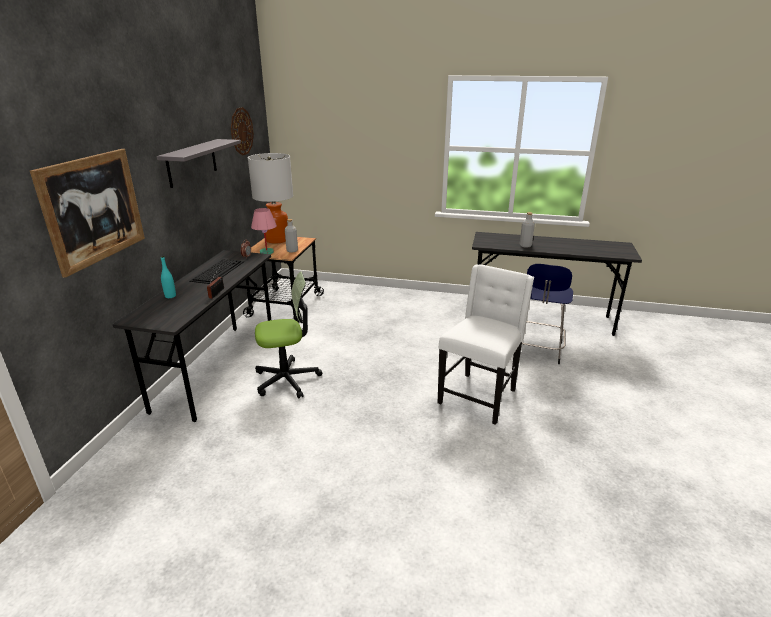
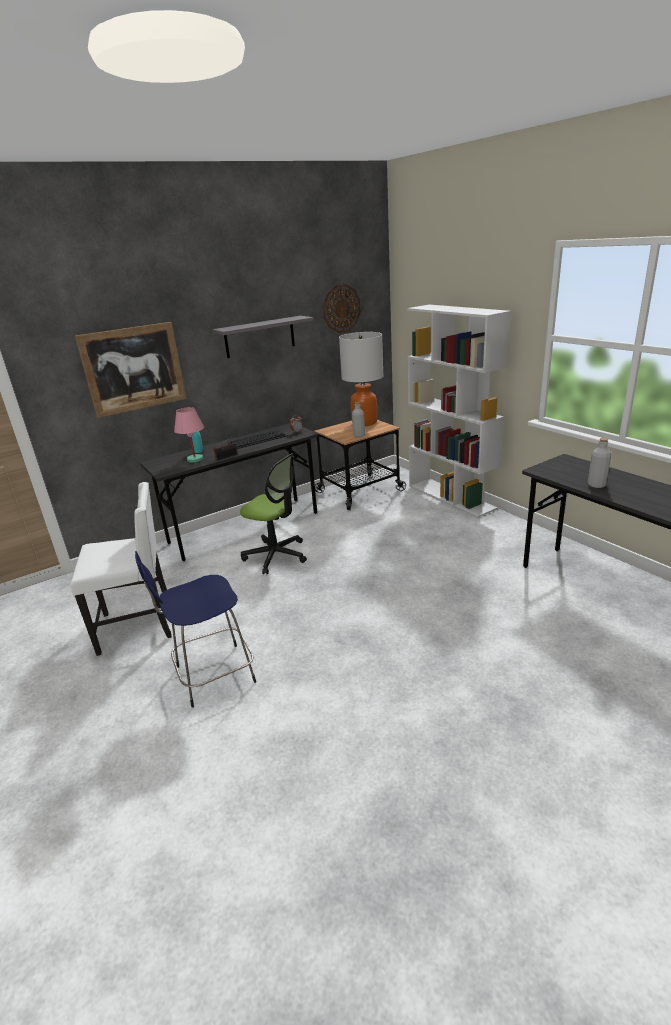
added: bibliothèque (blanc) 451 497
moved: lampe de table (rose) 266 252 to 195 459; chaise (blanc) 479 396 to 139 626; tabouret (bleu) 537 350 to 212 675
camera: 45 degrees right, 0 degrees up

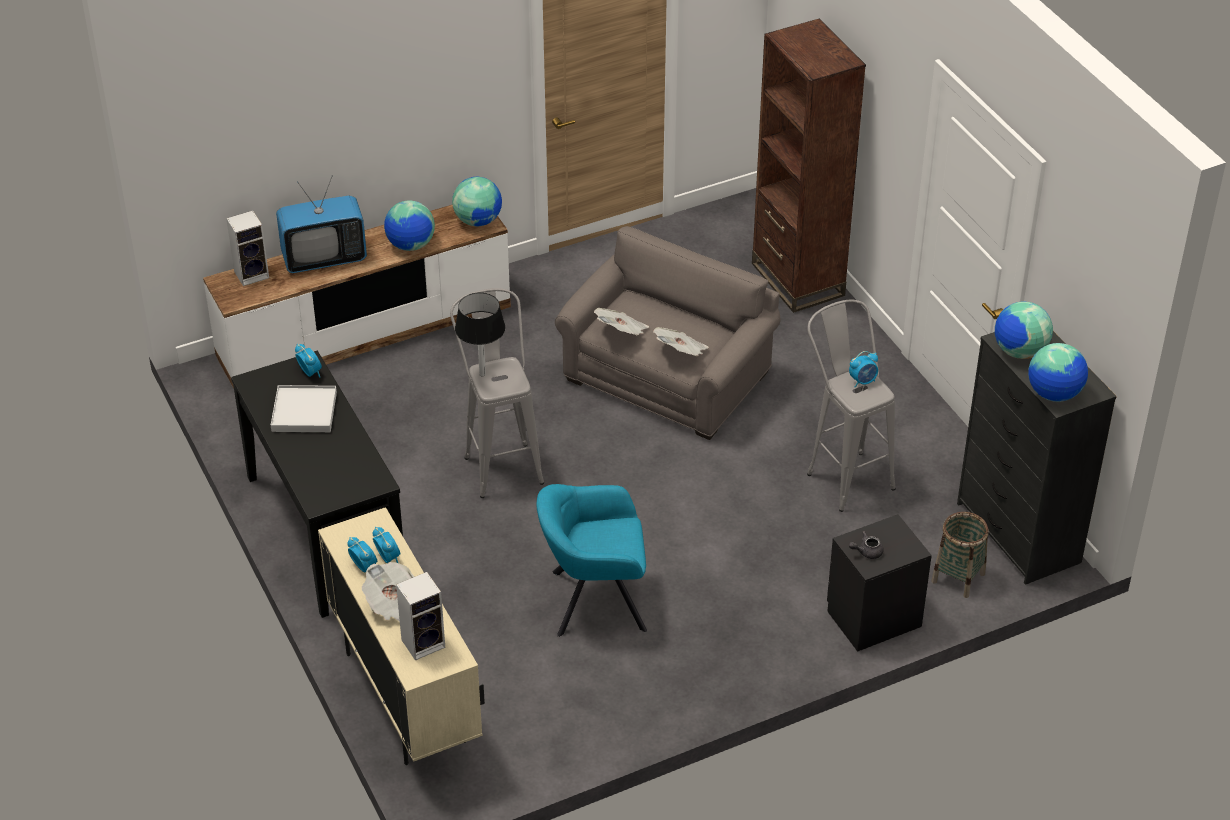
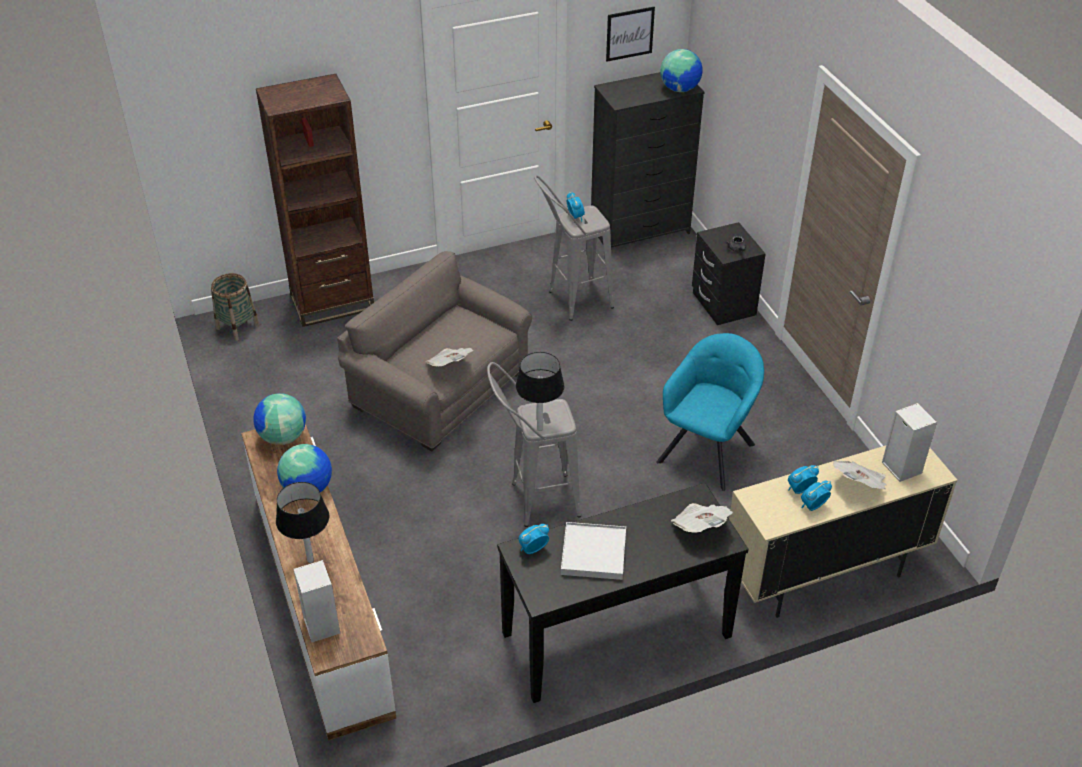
removed: globe 1019 351
added: tableau 629 33
moved: journal 681 352 to 699 526; panier 958 577 to 237 327
replaced: téléviseur 324 258 to lampe de table (noir) 310 560
turned: fauteuil (turquoise) 593 601 = 707 450 150 degrees counterclockwise
camera: 85 degrees left, 0 degrees up

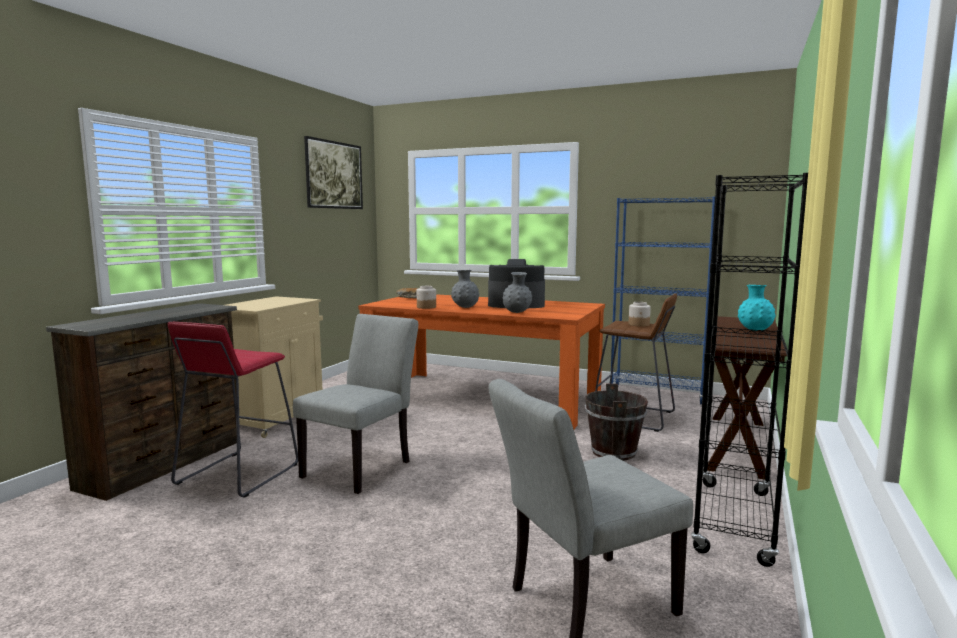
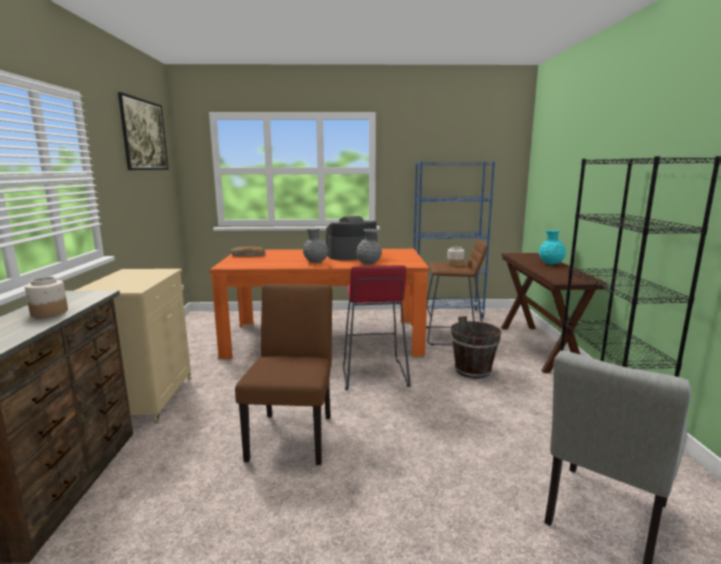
moved: tabouret (rouge) 237 474 to 373 375; bocal 426 307 to 49 312
recoloured: chaise (gris) 362 466 to chaise (marron) 293 432
camera: 25 degrees left, 5 degrees up

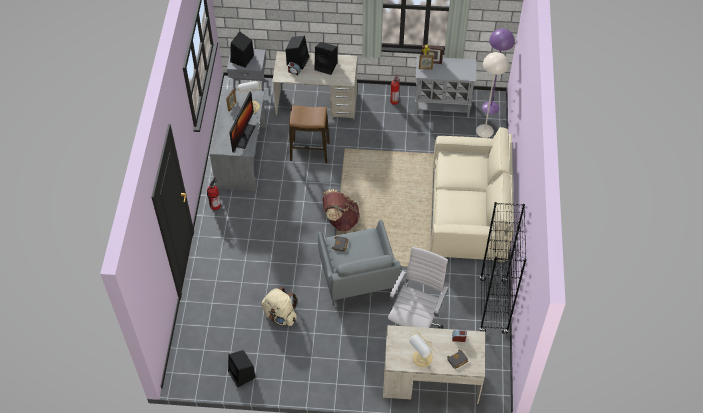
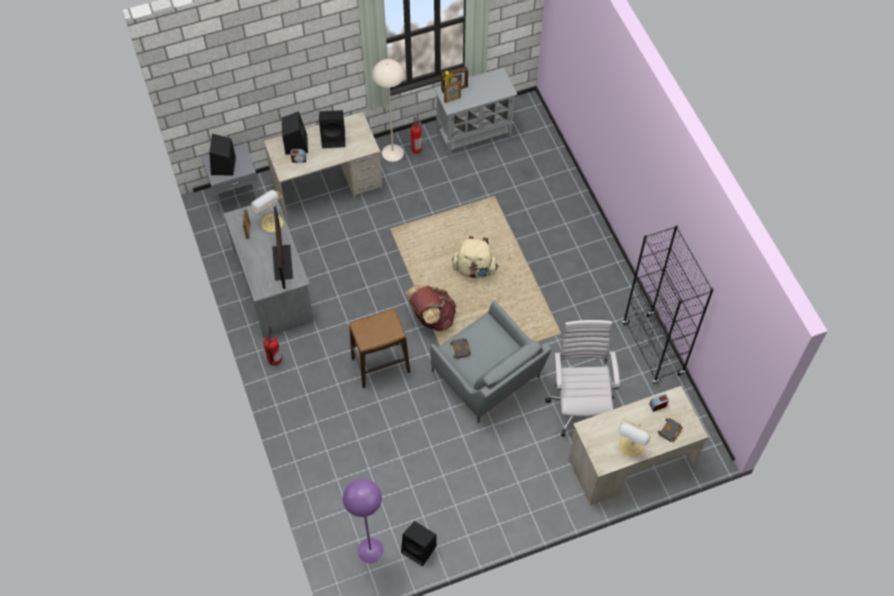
removed: canapé (beige) 469 211
moved: sac à dos (beige) 280 315 to 474 269; tabouret 309 151 to 380 365; lampadaire (beige) 484 131 to 393 153; lampadaire (violet) 490 107 to 370 550
camera: 25 degrees left, 5 degrees up

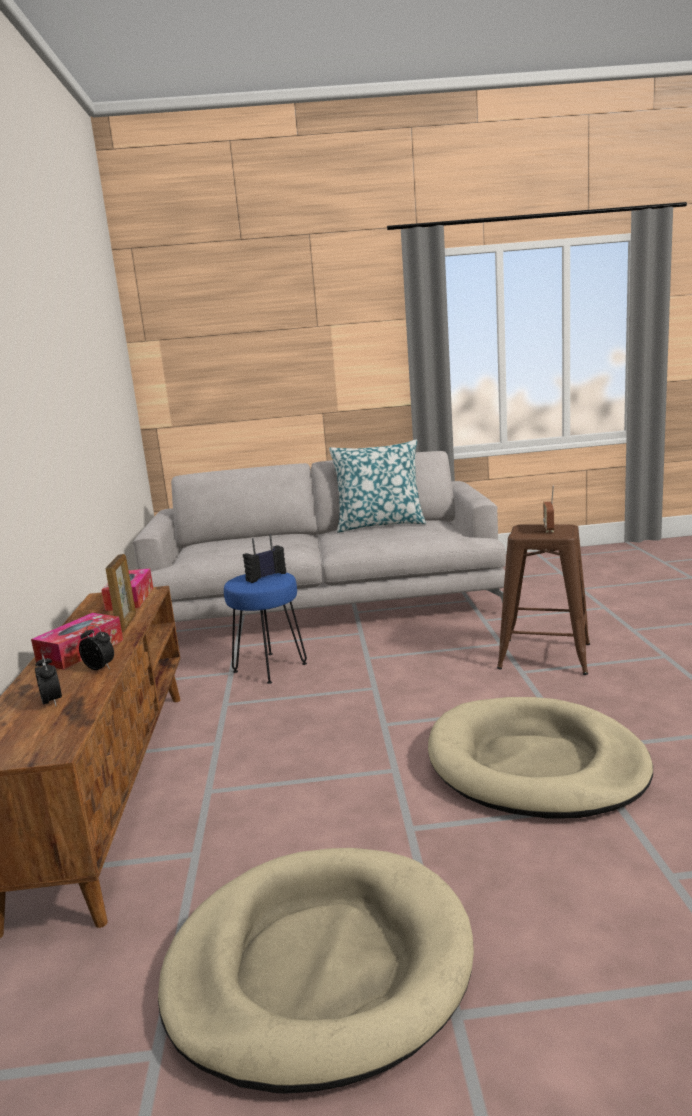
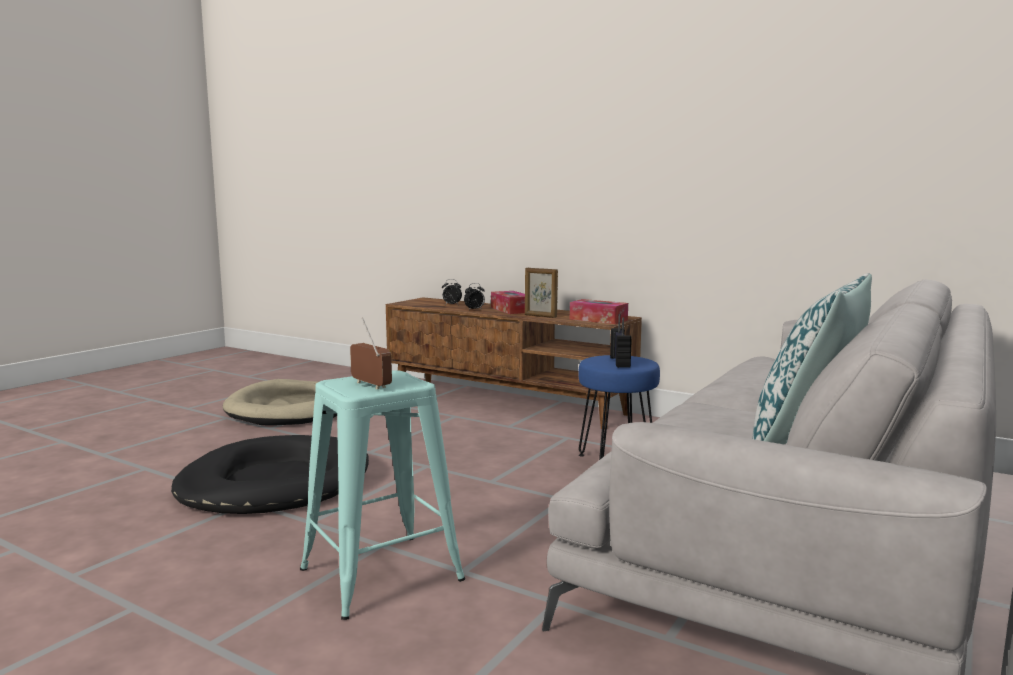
recoloured: panier pour chien (beige) 535 764 to panier pour chien (noir) 274 483; tabouret (marron) 544 656 to tabouret (turquoise) 381 574
camera: 125 degrees right, 5 degrees down

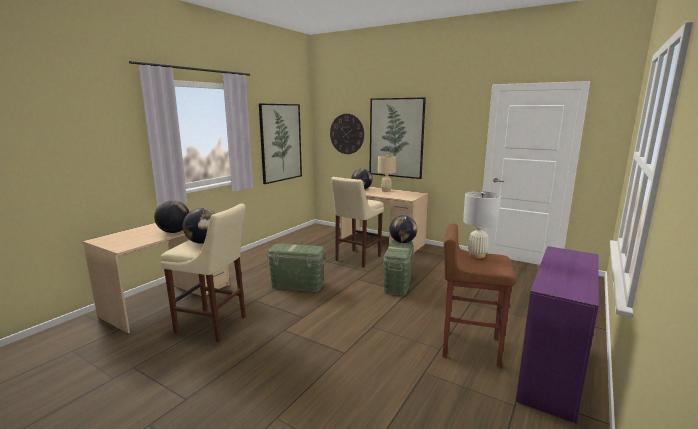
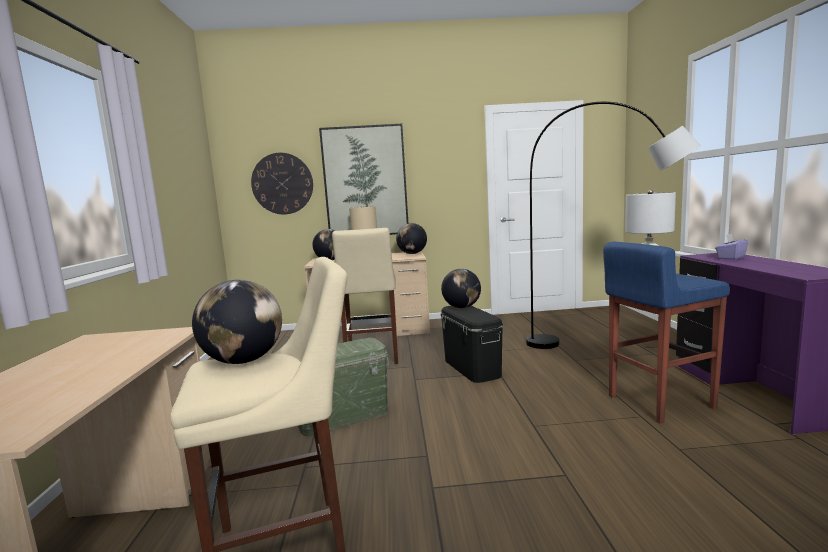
removed: tableau 281 142
added: lampadaire (gris) 608 346; boîte à mouchoirs (violet) 730 258
moved: globe 174 232 to 412 253
recoloured: boîte de rangement (vert) 398 284 to boîte de rangement (noir) 472 368; tabouret (marron) 469 347 to tabouret (bleu) 658 401
camera: 35 degrees left, 5 degrees down

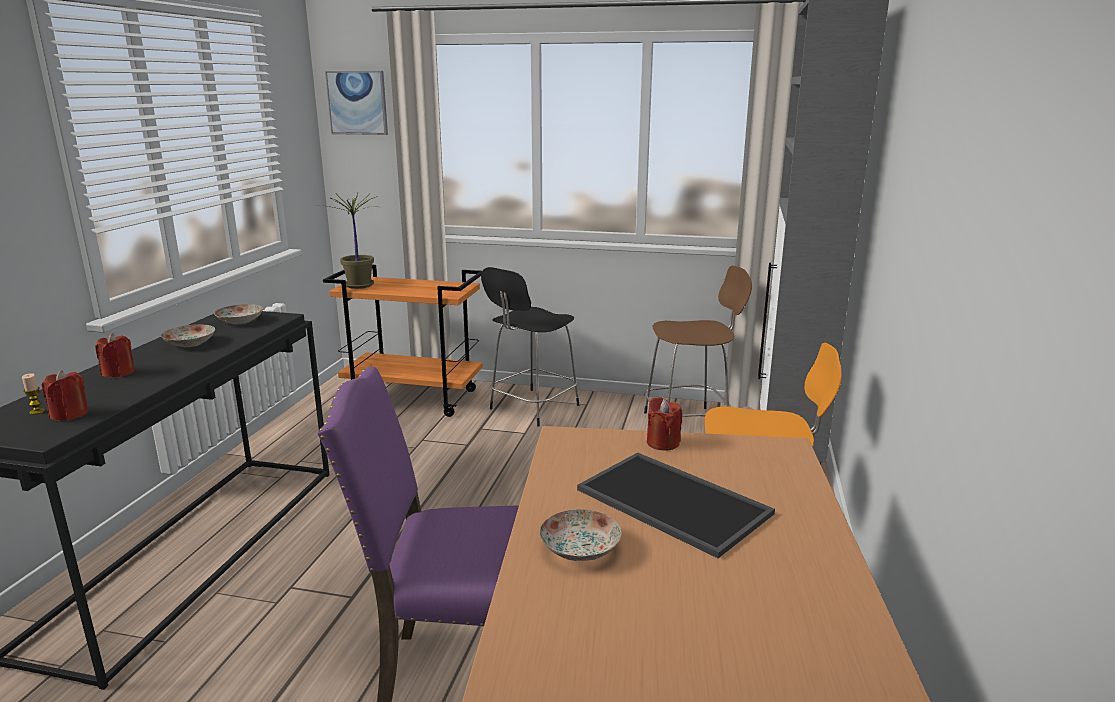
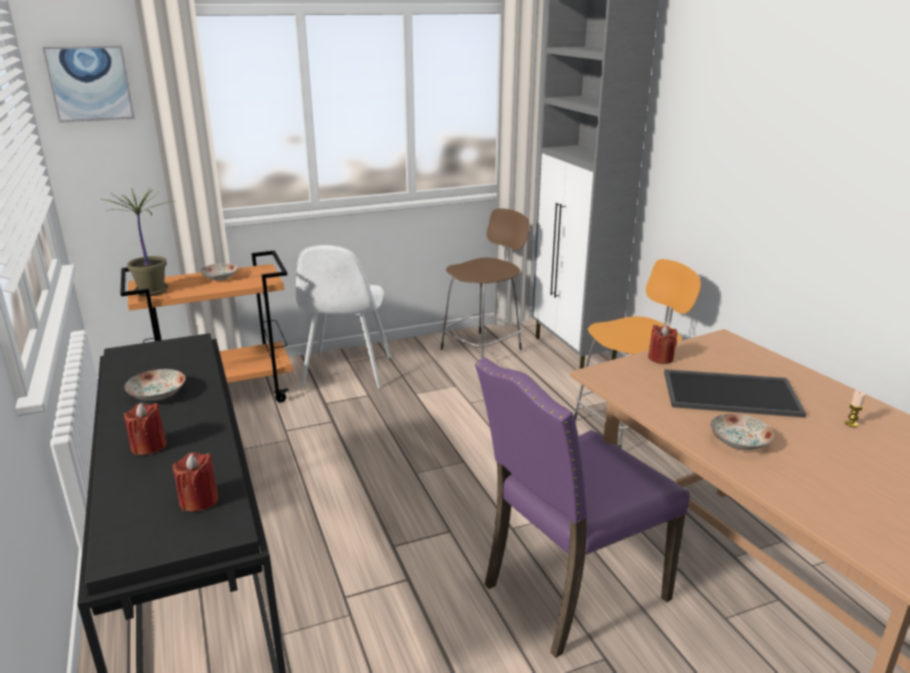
moved: bougie 37 412 to 851 424; assiette 240 321 to 220 277
replaced: tabouret (noir) 532 408 to chaise (blanc) 347 372
camera: 35 degrees left, 5 degrees up

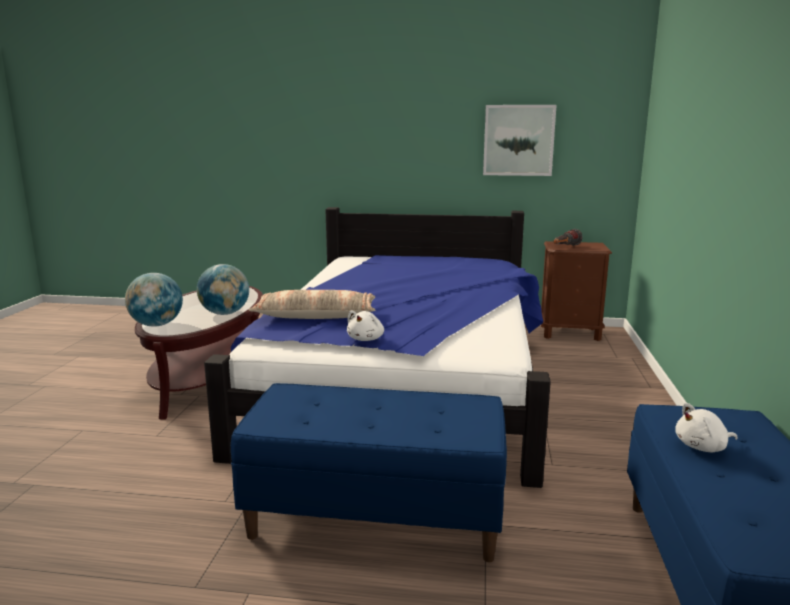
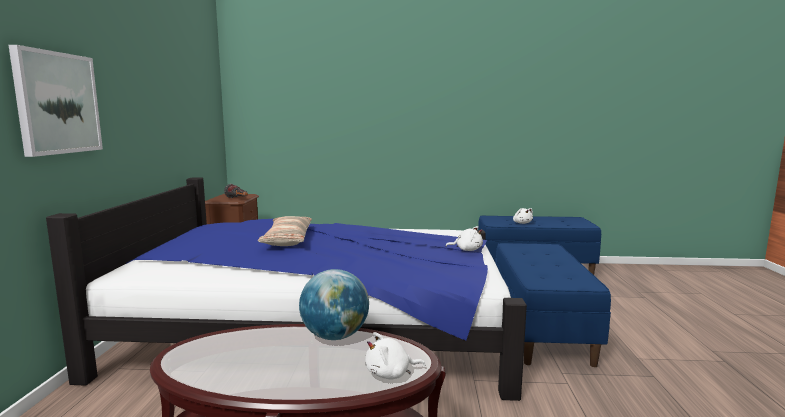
moved: coussin 315 316 to 287 240; tableau 518 140 to 57 103
replaced: globe 156 325 to peluche (blanc) 391 374
camera: 95 degrees left, 5 degrees down

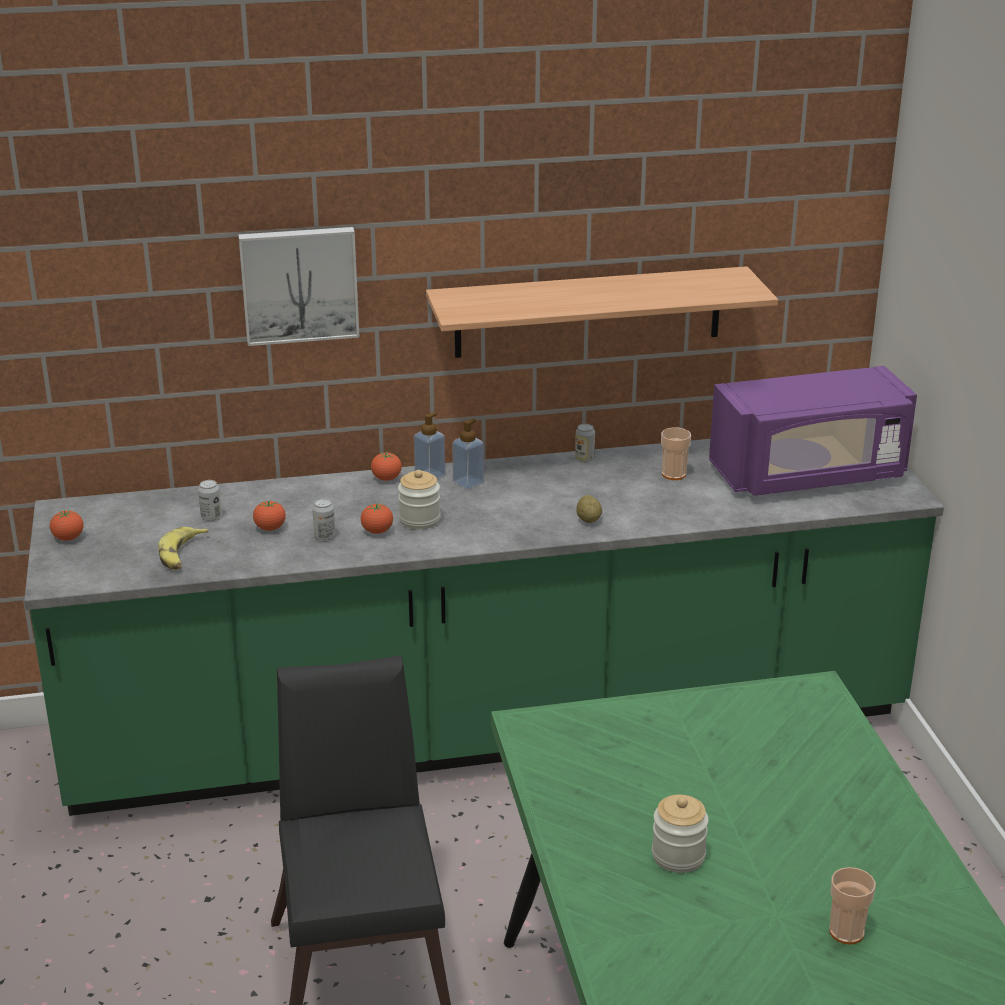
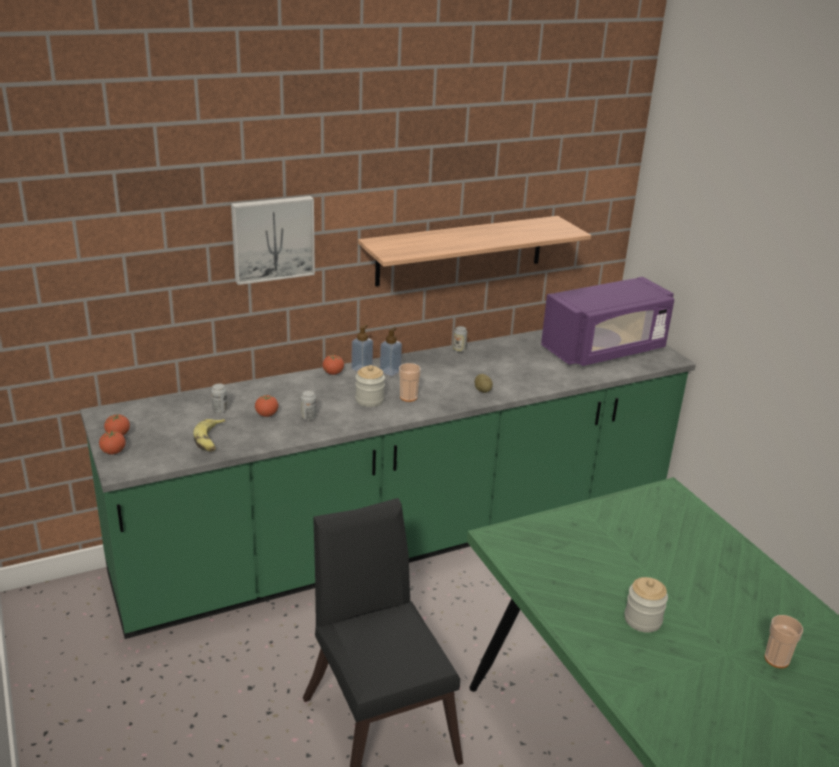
moved: tomate 377 531 to 113 452; tasse 673 474 to 408 397
camera: 15 degrees left, 0 degrees up

